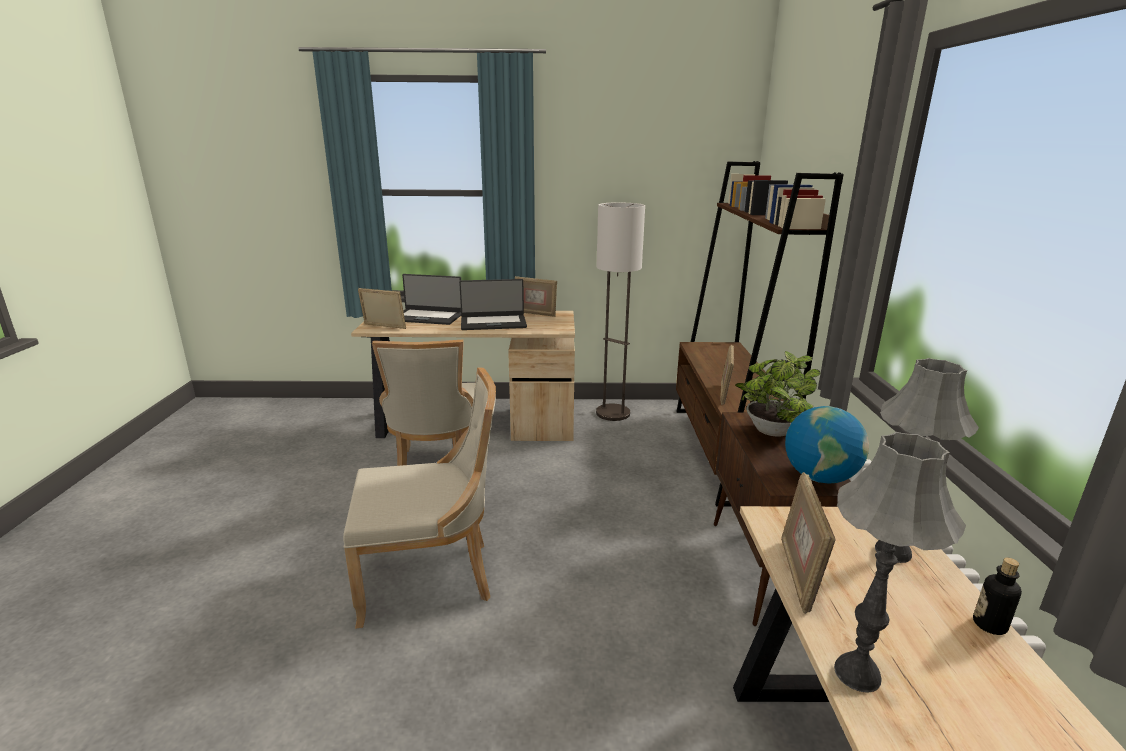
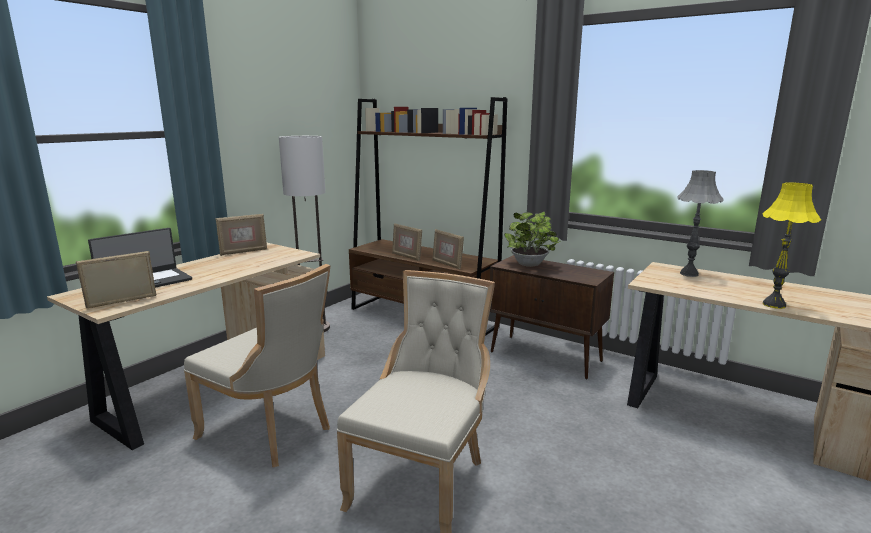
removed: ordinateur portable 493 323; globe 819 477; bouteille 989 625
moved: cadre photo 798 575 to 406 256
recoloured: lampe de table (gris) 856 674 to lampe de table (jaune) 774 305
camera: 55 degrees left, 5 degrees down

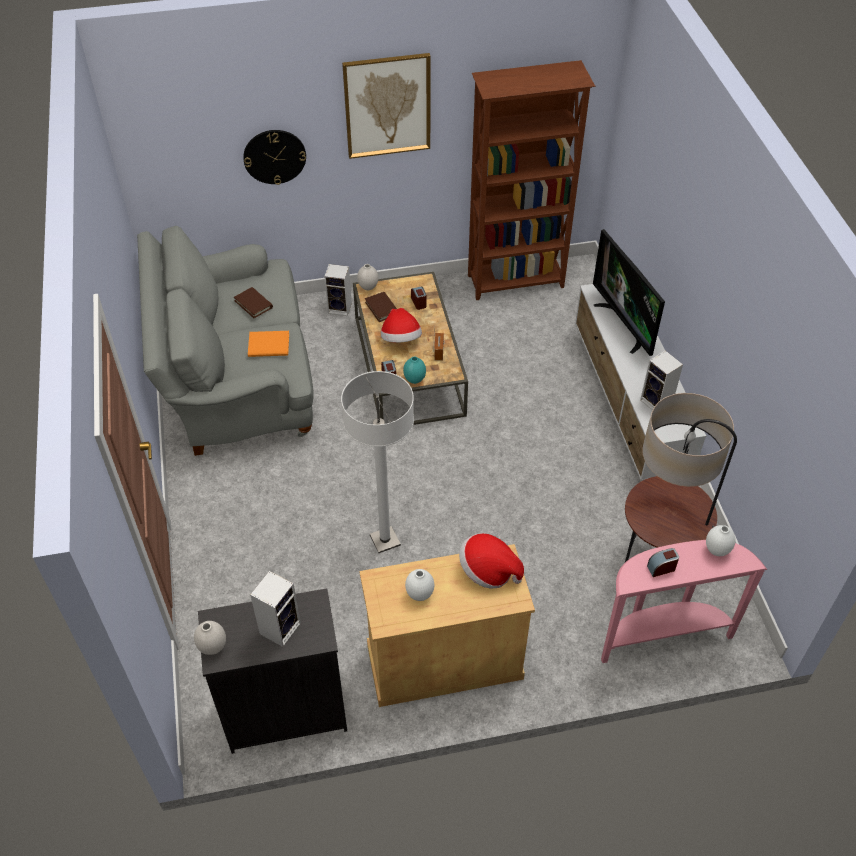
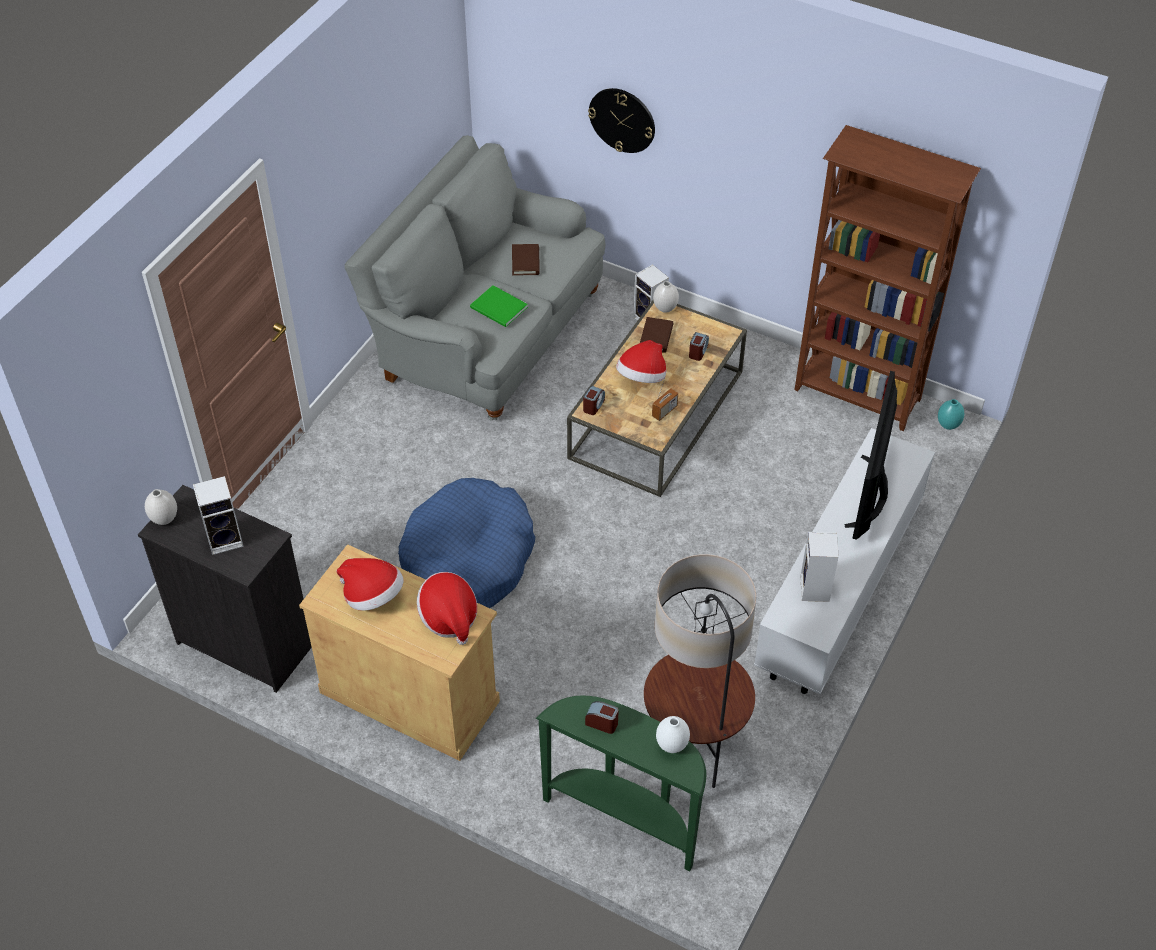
removed: tableau 387 106
moved: vase (turquoise) 415 379 to 948 425
replaced: lampadaire (blanc) 385 540 to panier pour chien (bleu) 467 560; vase (blanc) 419 594 to chapeau 373 596
recoloured: livre (orange) 270 346 to livre (vert) 499 309; table console (rose) 661 634 to table console (vert) 625 817
camera: 40 degrees right, 0 degrees up

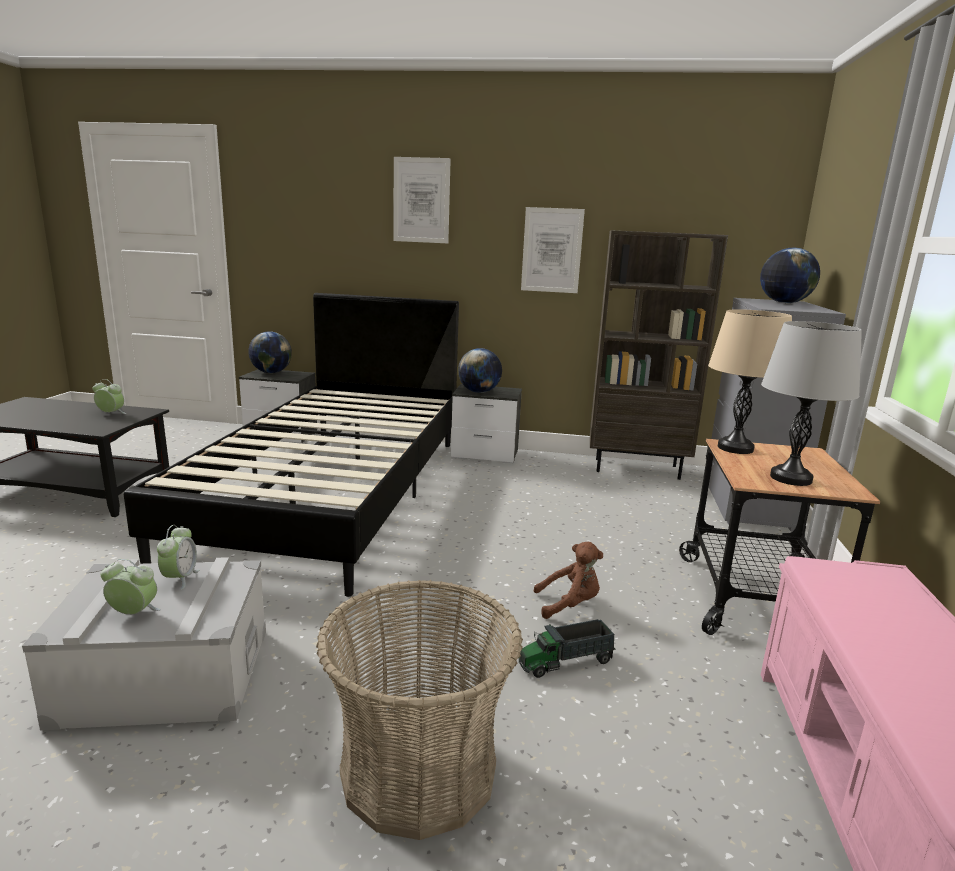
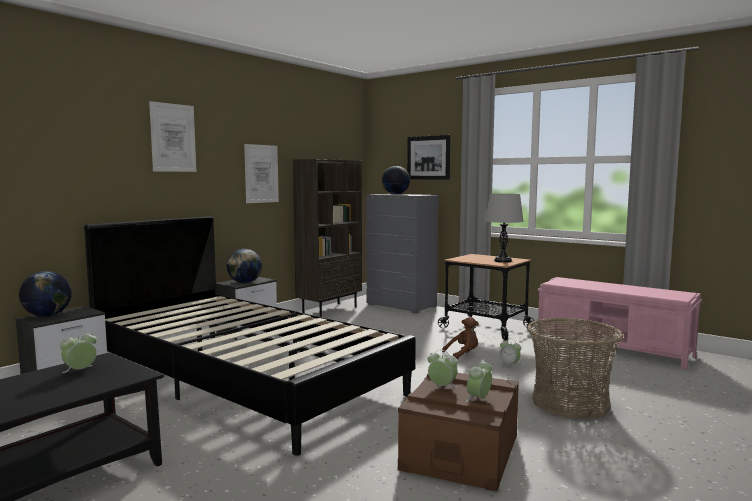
removed: lampe de table (beige) 735 448
added: tableau 428 157
replaced: camion jouet 566 662 to réveil 509 365
recoloured: boîte de rangement (gris) 165 676 to boîte de rangement (marron) 461 452
turned: peluche (marron) 569 605 = 463 354 45 degrees clockwise
camera: 60 degrees left, 10 degrees down

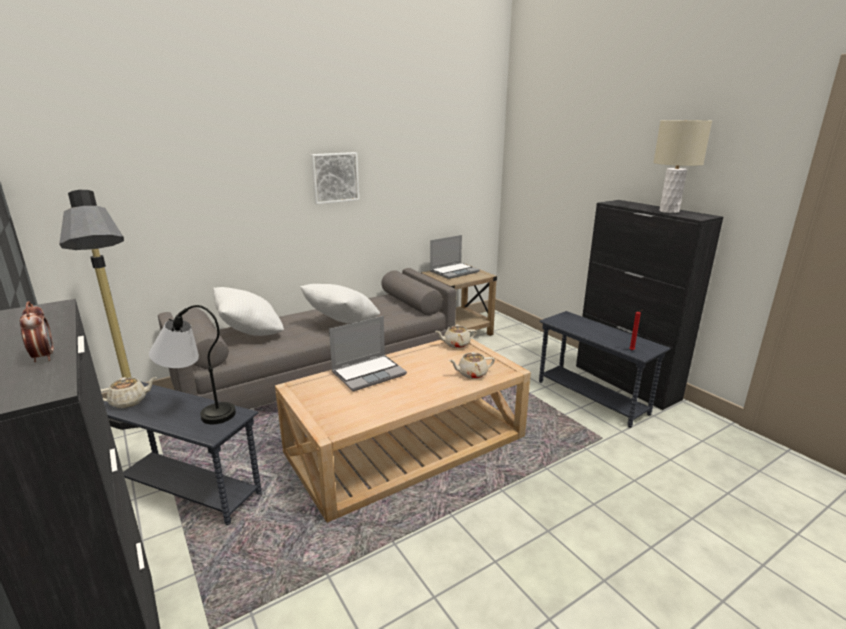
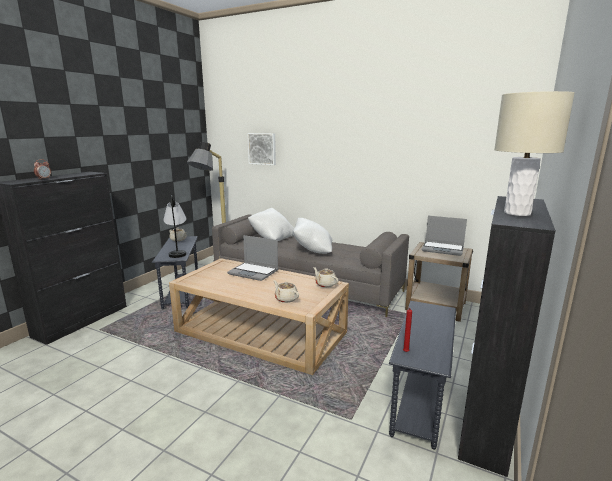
moved: tableau 334 177 to 262 148
camera: 60 degrees right, 5 degrees down

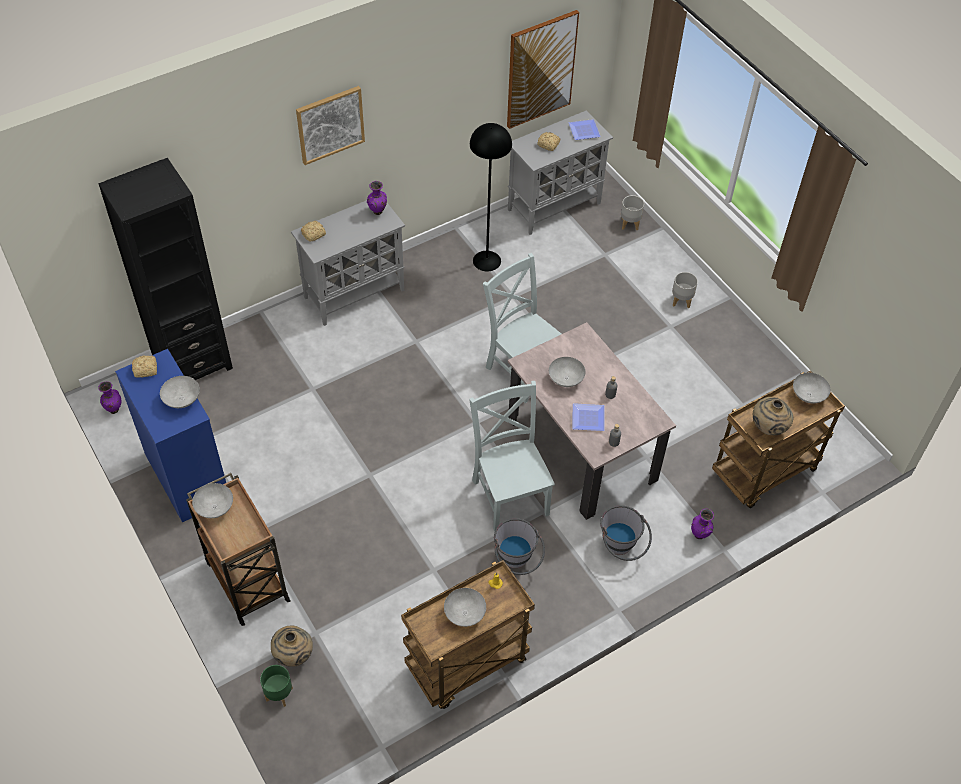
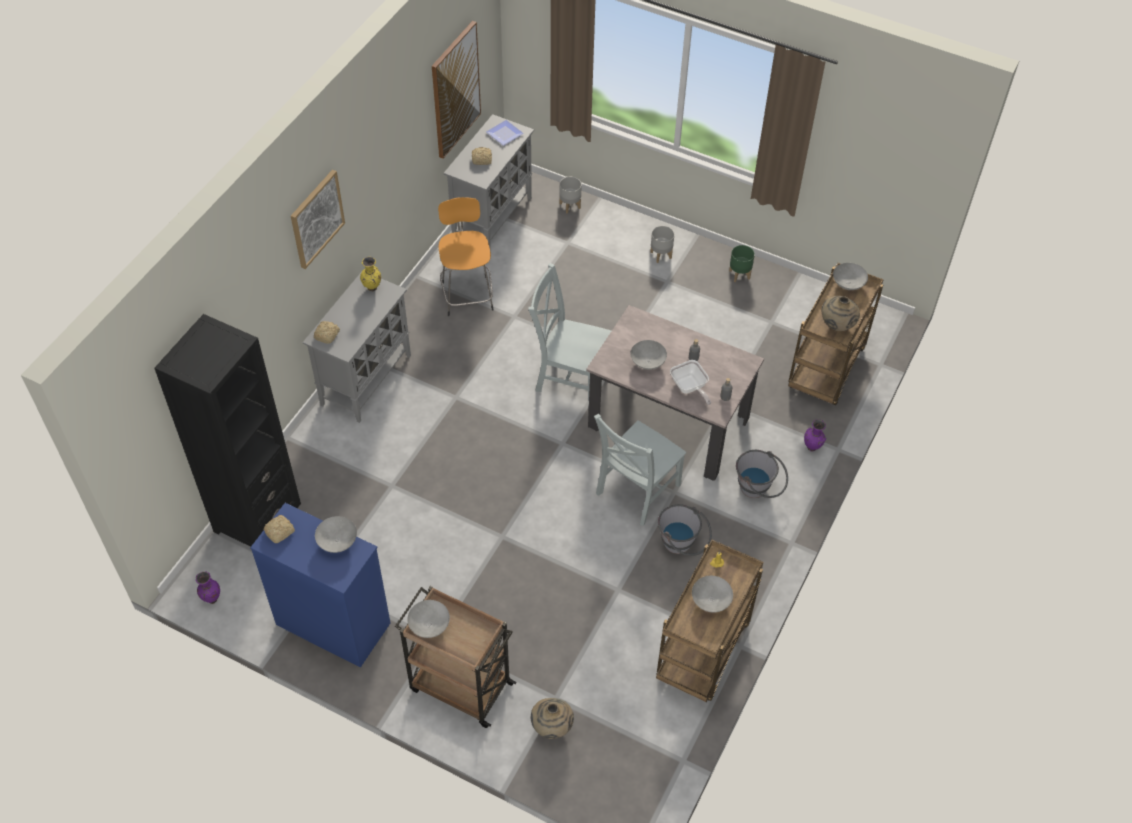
moved: cache-pot (vert) 279 694 to 740 274
replaced: lampadaire (noir) 487 260 to tabouret (orange) 467 294; assiette 587 419 to poêle 689 388
recoloured: vase (violet) 378 212 to vase (jaune) 372 288
turned: chaise (gris) 510 494 = 636 491 90 degrees counterclockwise
camera: 30 degrees left, 0 degrees up

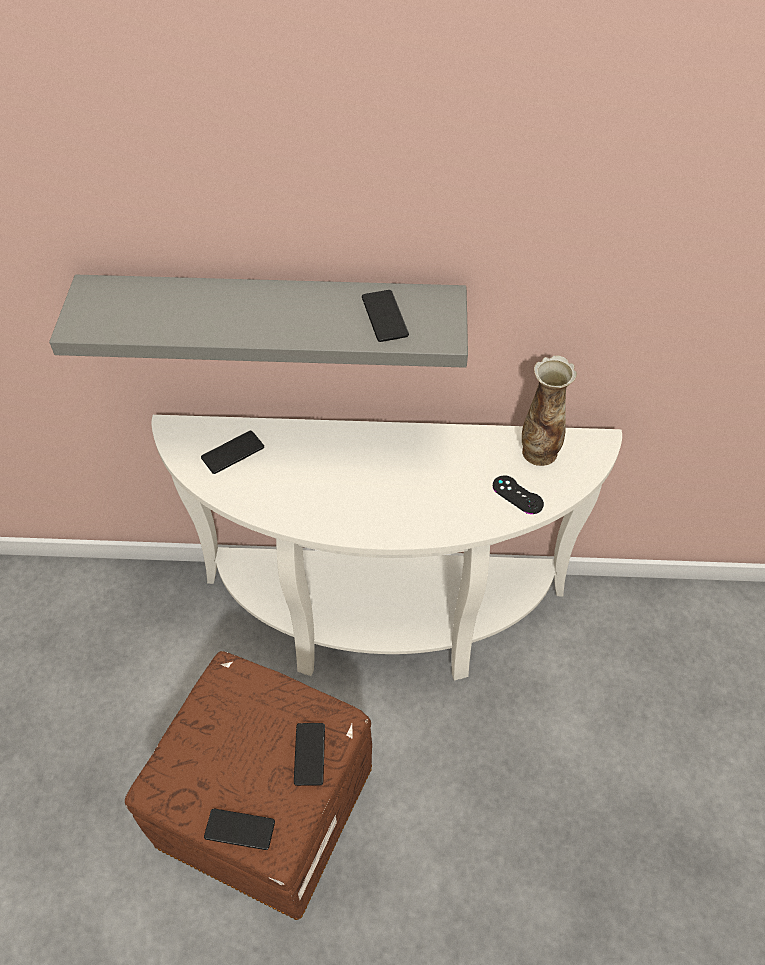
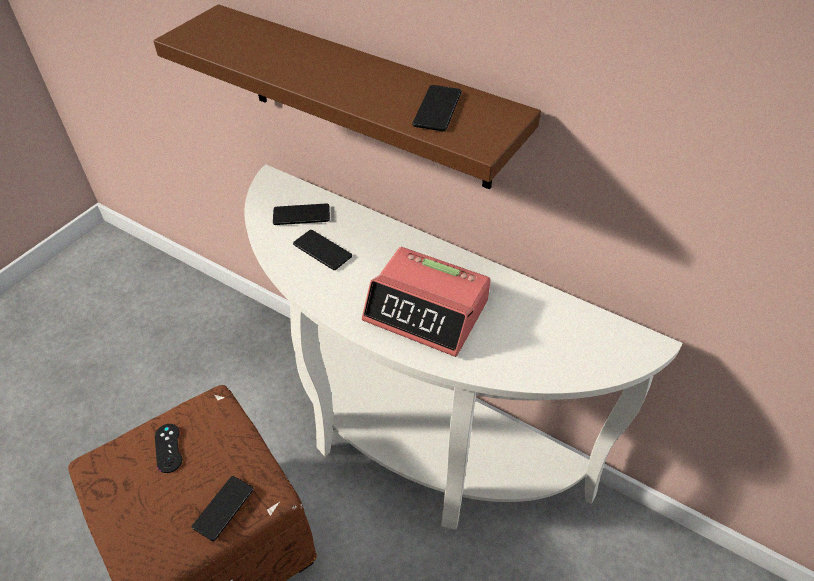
removed: vase 538 453
added: réveil 427 311
moved: téléphone 239 829 to 322 250; manette (noir) 517 495 to 168 448
recoloured: étagère (gris) 274 319 to étagère (marron) 365 98
camera: 30 degrees right, 5 degrees down

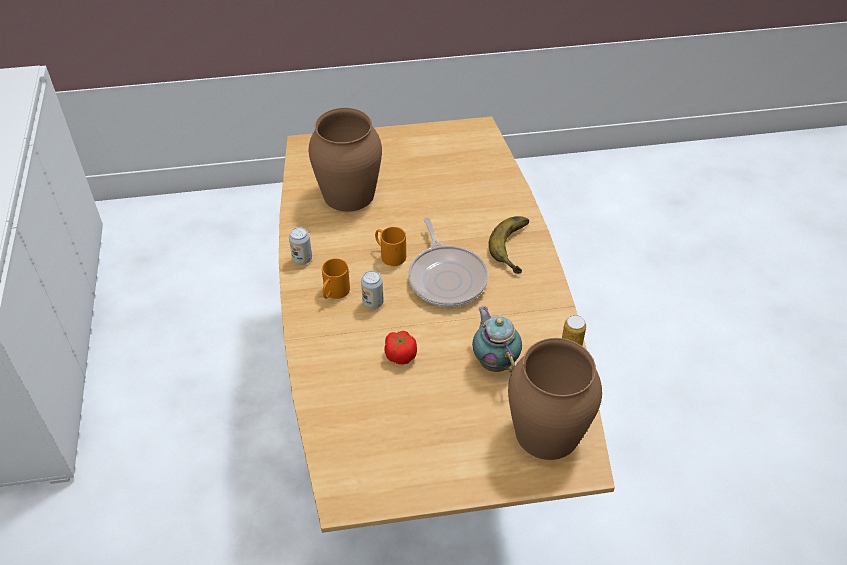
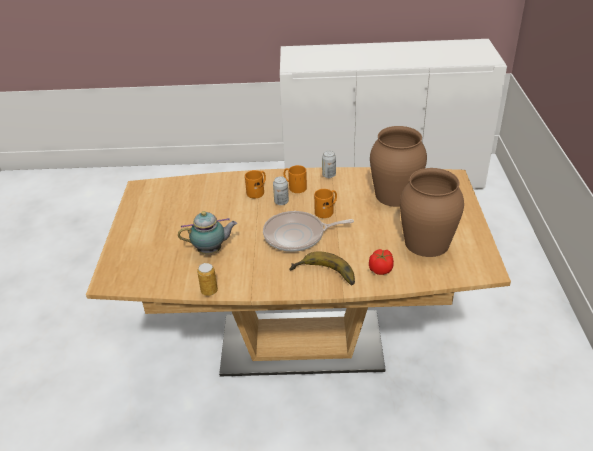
added: mug (orange) 257 191
moved: tomate 400 355 to 381 269; vase (marron) 546 432 to 426 242
camera: 100 degrees right, 10 degrees down

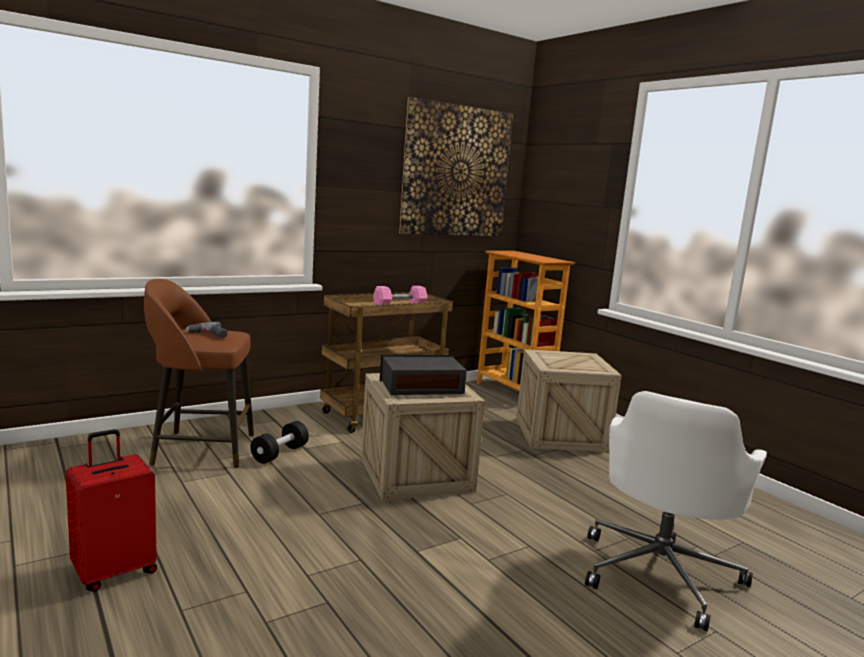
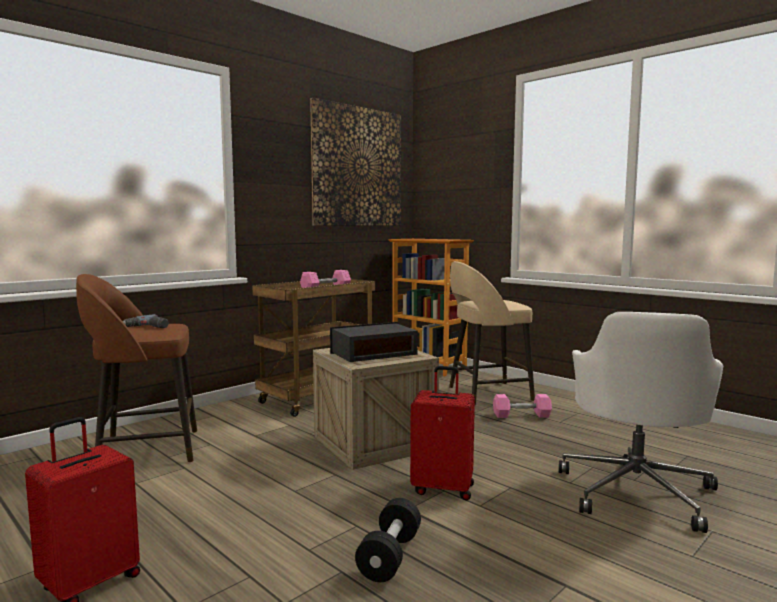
added: valise (rouge) 443 488; haltère (rose) 521 415
moved: haltère (noir) 280 454 to 390 556
replaced: caisse 560 434 to tabouret (beige) 487 394
camera: 10 degrees left, 5 degrees down

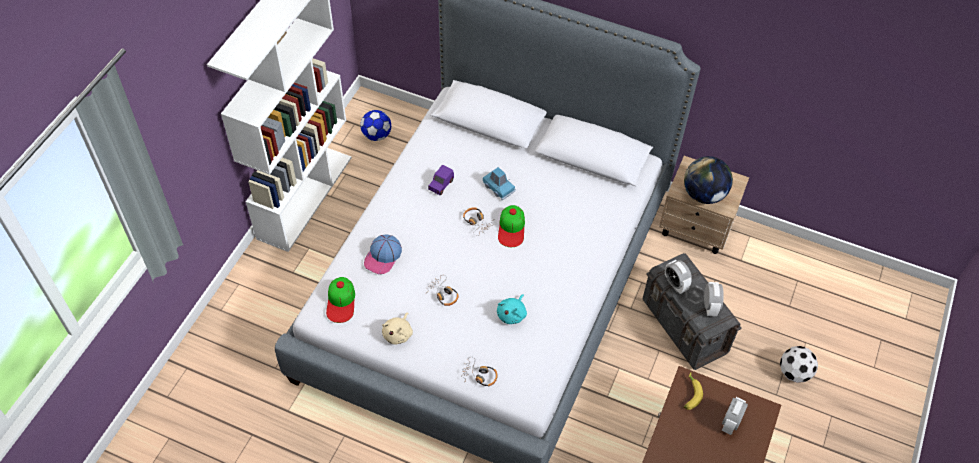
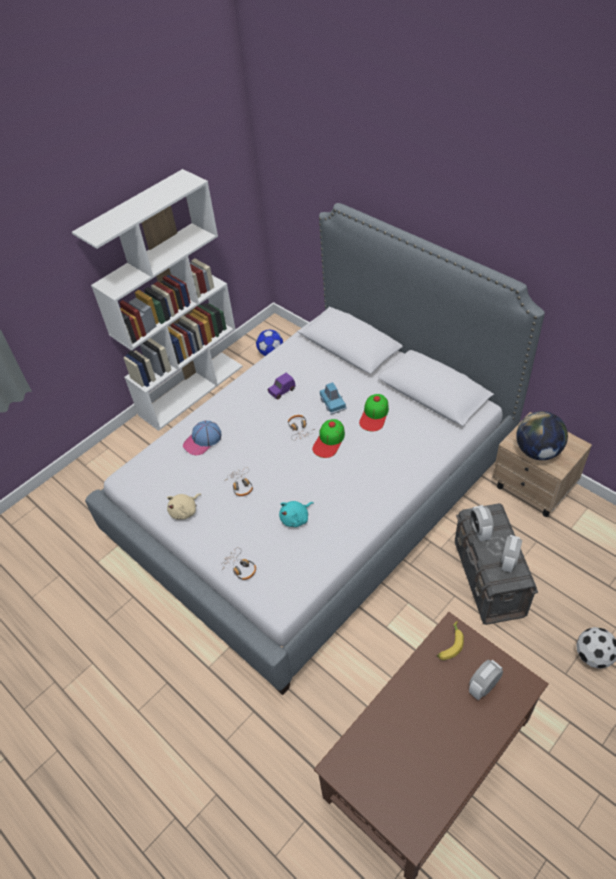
moved: casquette 341 302 to 374 415
camera: 25 degrees right, 5 degrees down

